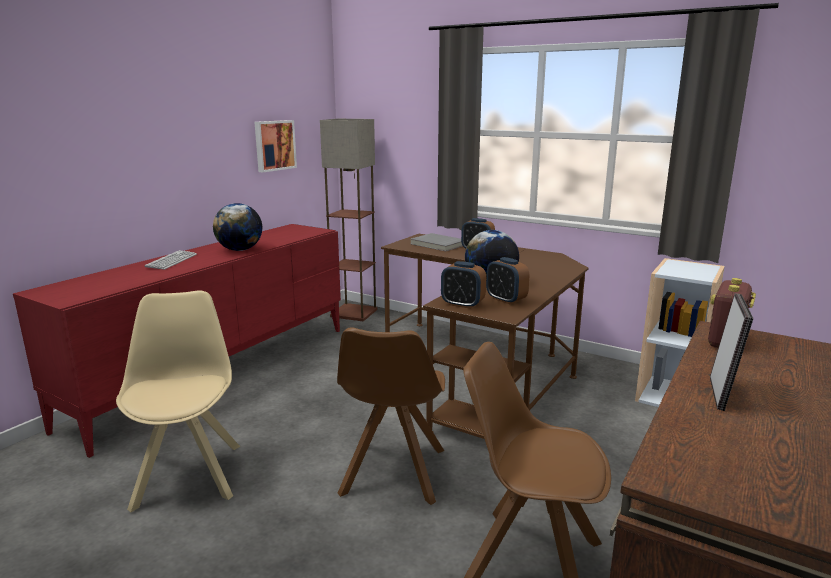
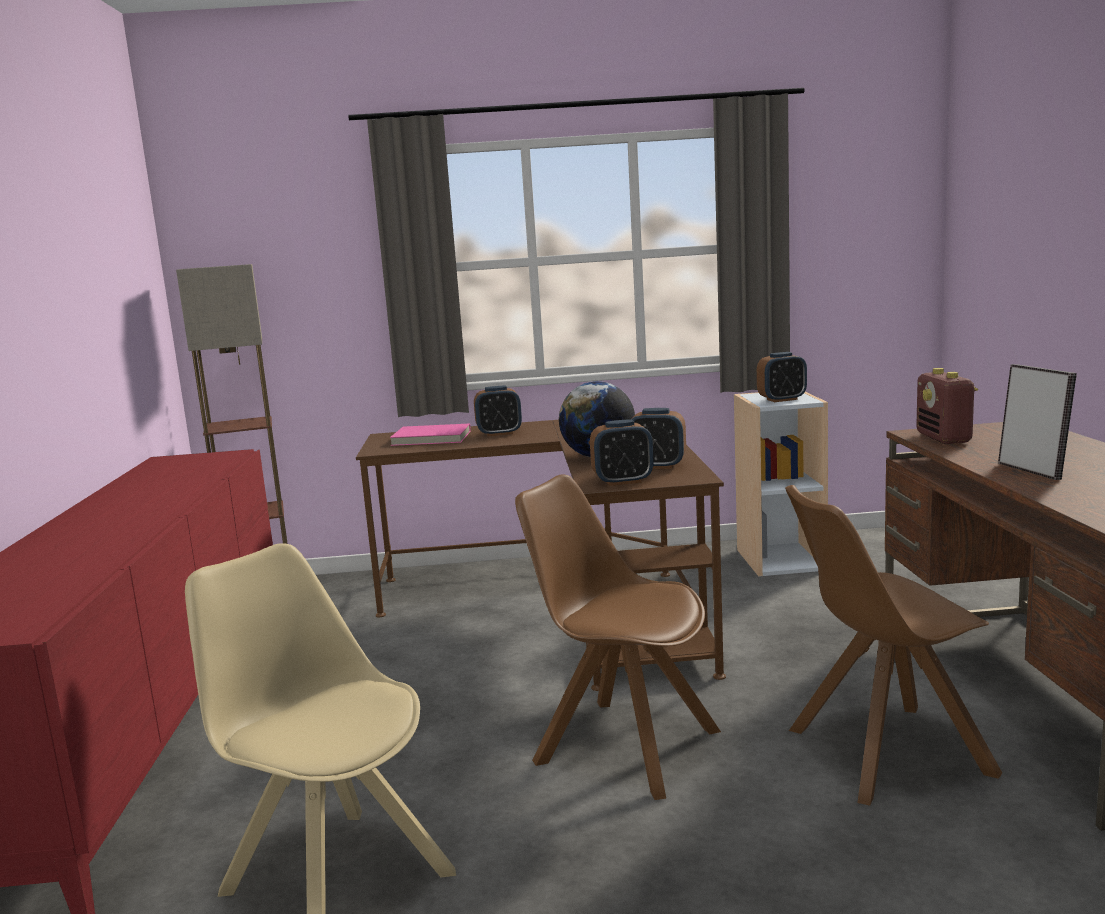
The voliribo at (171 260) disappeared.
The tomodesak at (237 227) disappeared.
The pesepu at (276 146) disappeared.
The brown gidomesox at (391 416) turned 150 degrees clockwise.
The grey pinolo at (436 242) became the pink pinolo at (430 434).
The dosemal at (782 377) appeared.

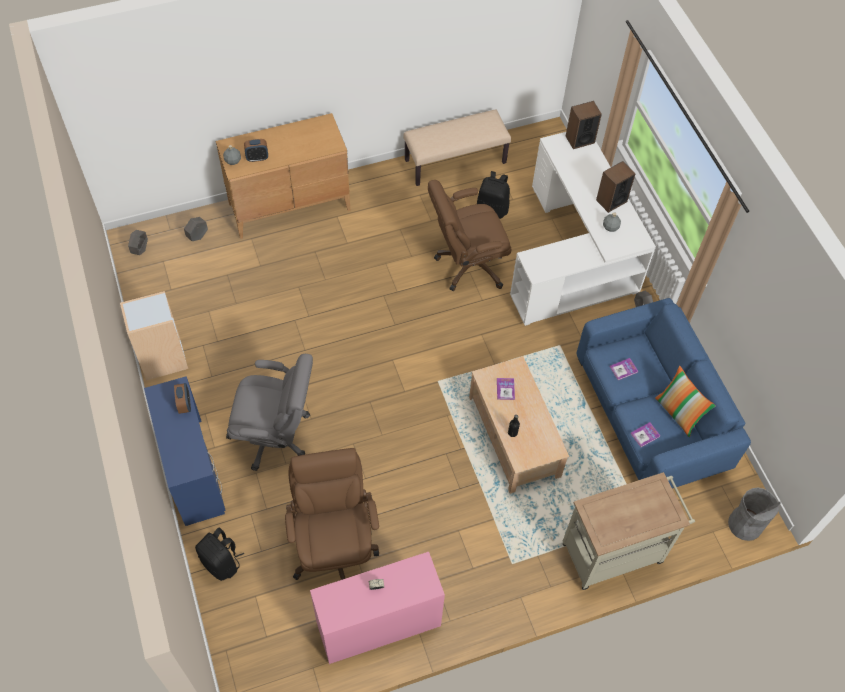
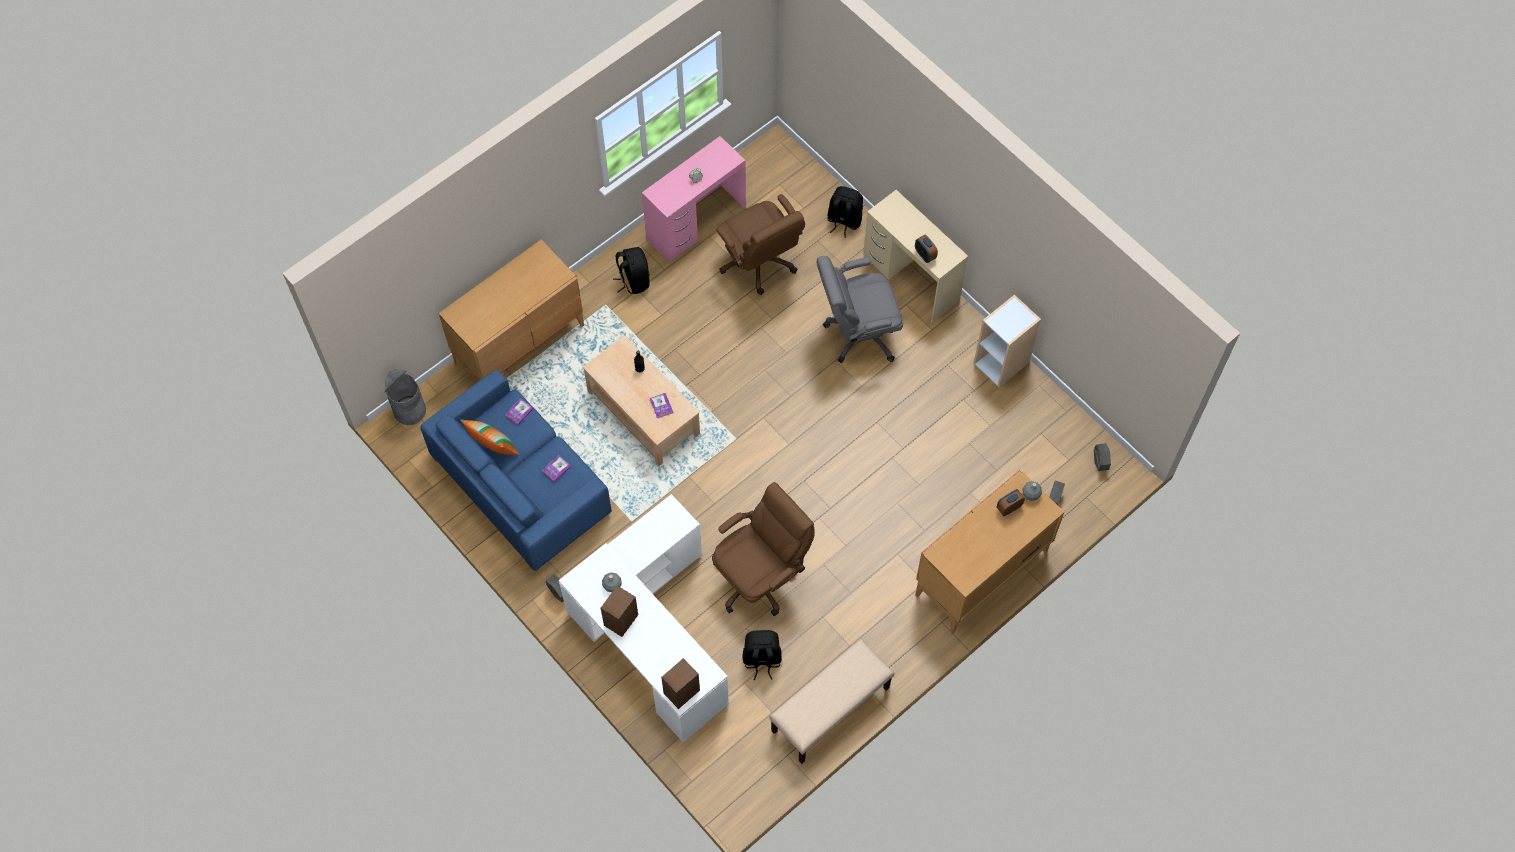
The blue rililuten at (185 451) became the beige rililuten at (915 256).
The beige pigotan at (629 531) was replaced by the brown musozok at (511 310).
The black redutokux at (631 270) appeared.

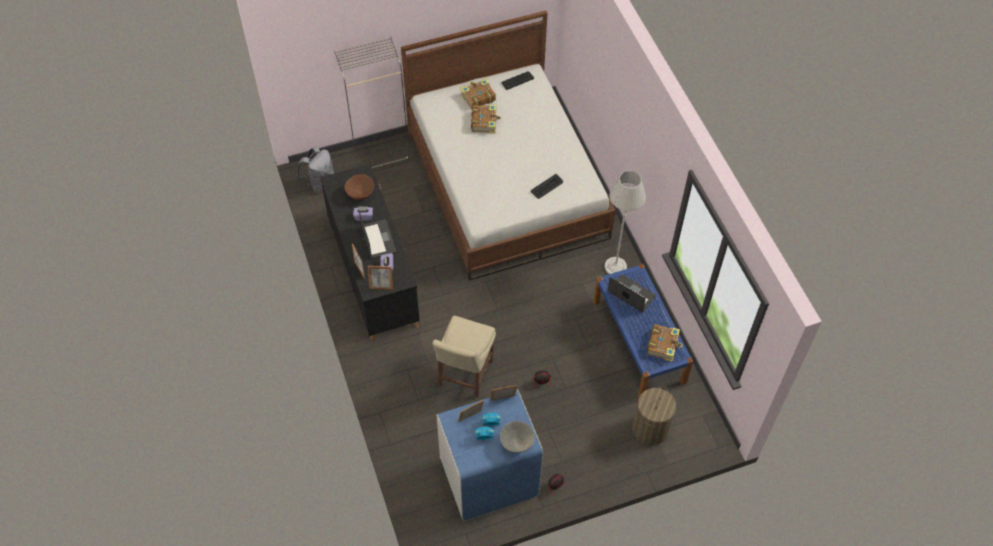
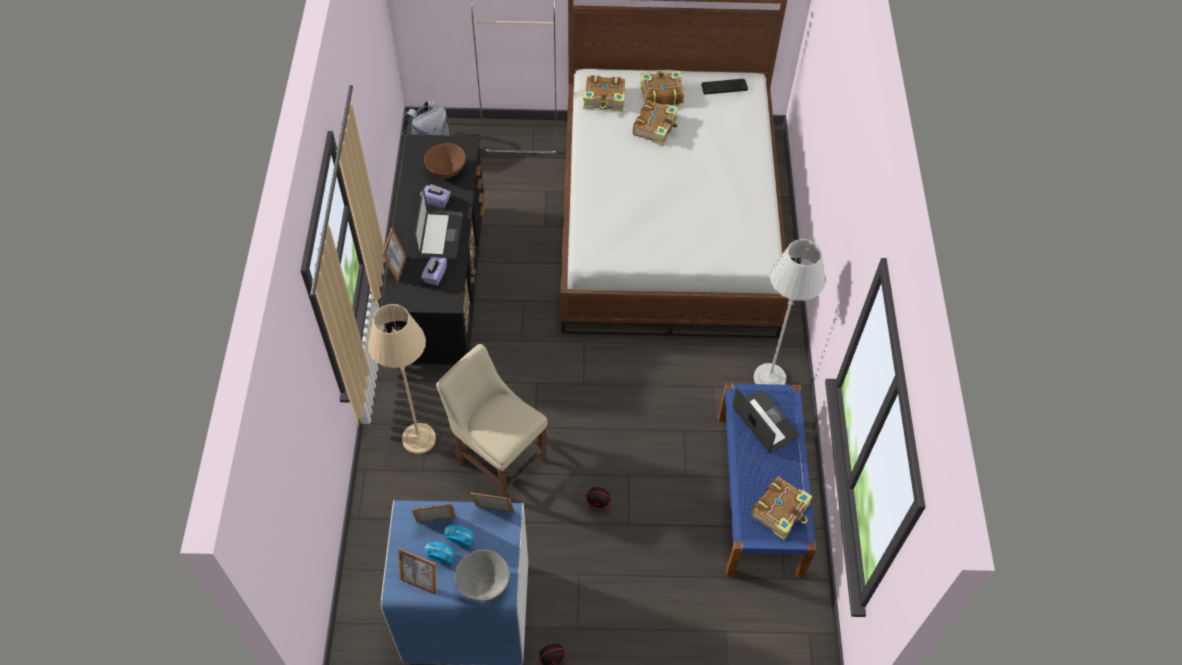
The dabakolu moved from (380 278) to (417 571).
The beige gidomesox at (464 357) turned 90 degrees clockwise.
The voliribo at (547 186) disappeared.
The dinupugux at (654 415) disappeared.
The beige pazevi at (401 379) appeared.
The pinolo at (604 93) appeared.

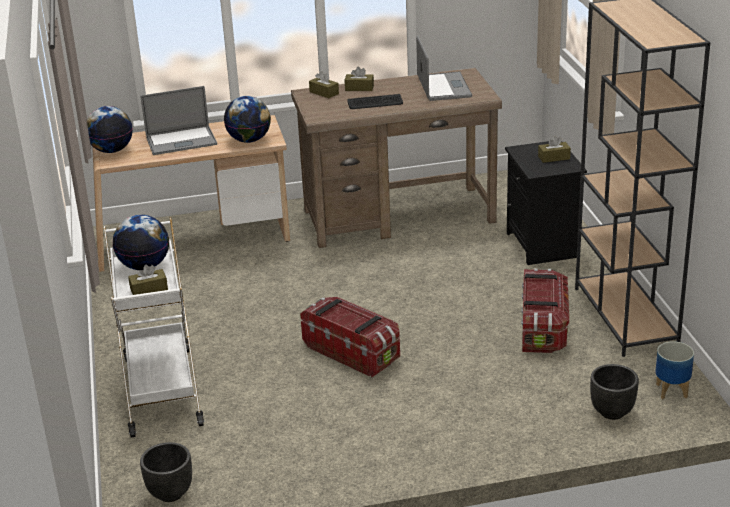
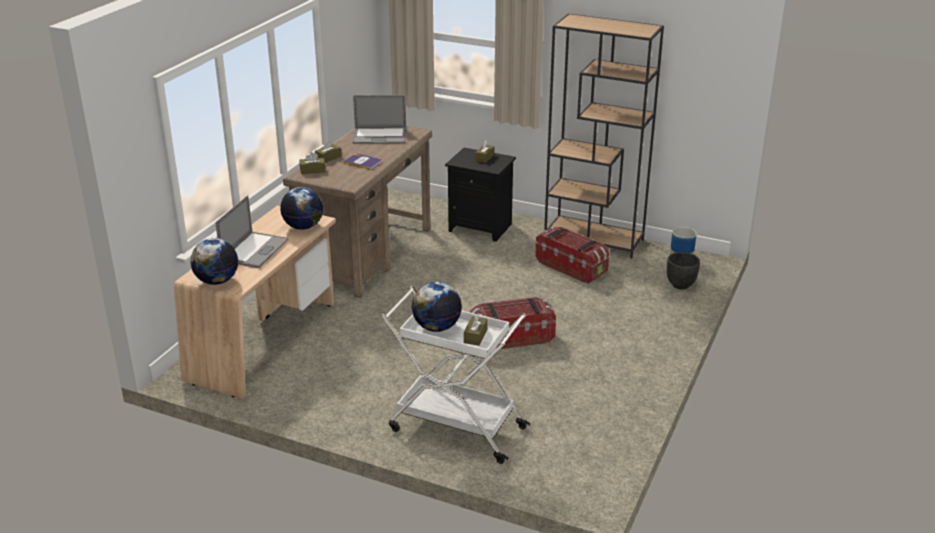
The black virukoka at (166 472) disappeared.
The voliribo at (375 101) was replaced by the pinolo at (362 162).
The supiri at (444 68) turned 150 degrees clockwise.

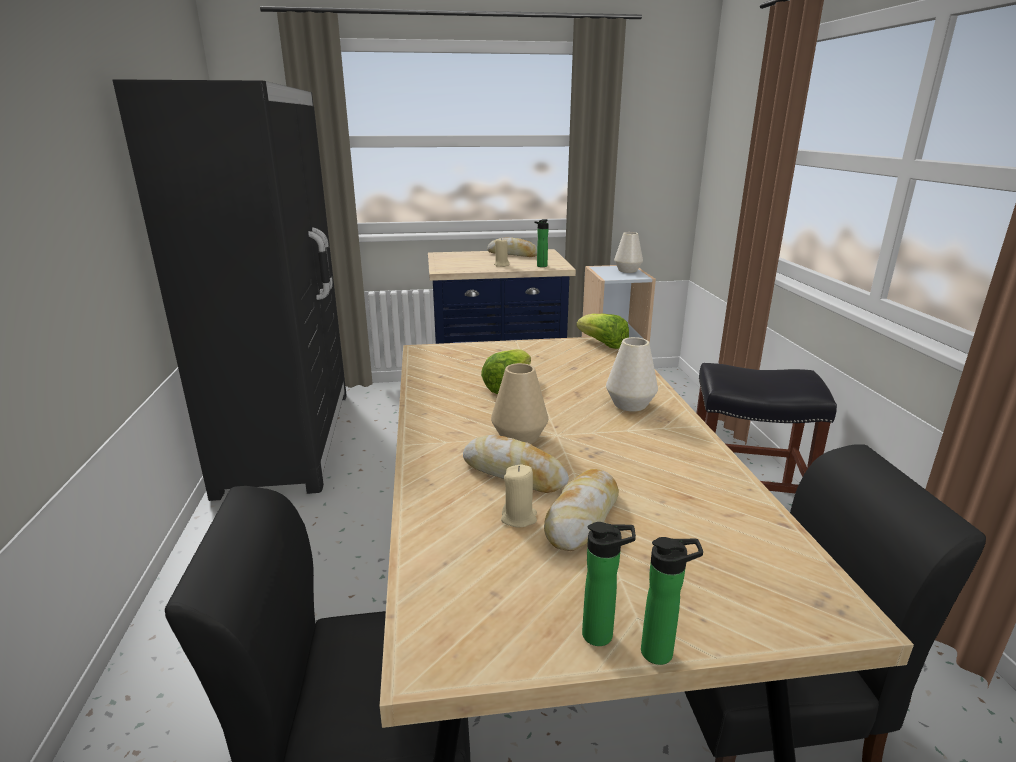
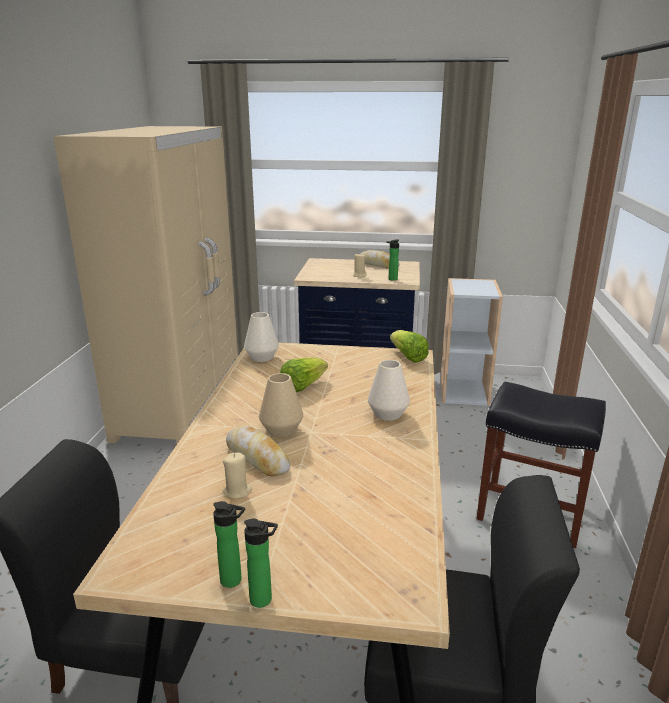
The black musozok at (229 290) became the beige musozok at (145 285).
The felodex at (581 510) disappeared.
The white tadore moved from (628 252) to (261 337).

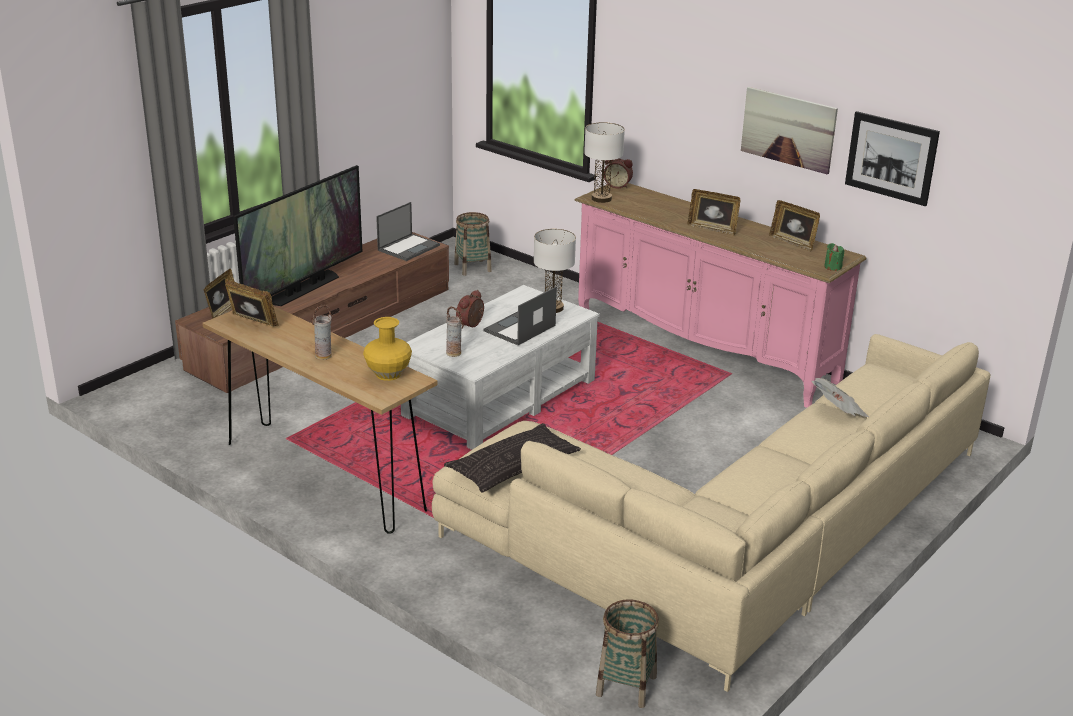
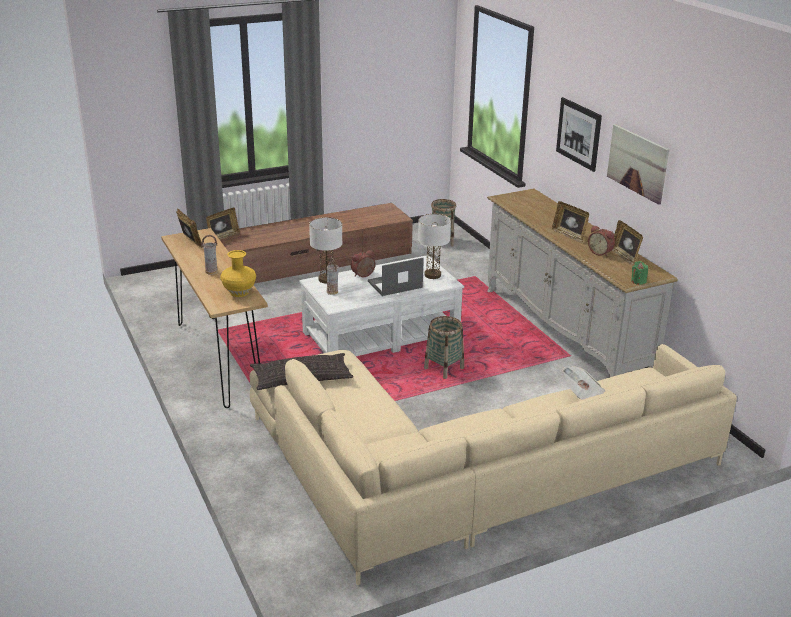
The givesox at (298 235) disappeared.
The supiri at (408 231) disappeared.
The pink musozok at (720 295) became the grey musozok at (582 283).
The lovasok moved from (604 162) to (325 250).
The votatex moved from (627 654) to (444 347).
The dosemal moved from (618 173) to (601 241).
The pesepu moved from (892 158) to (579 134).

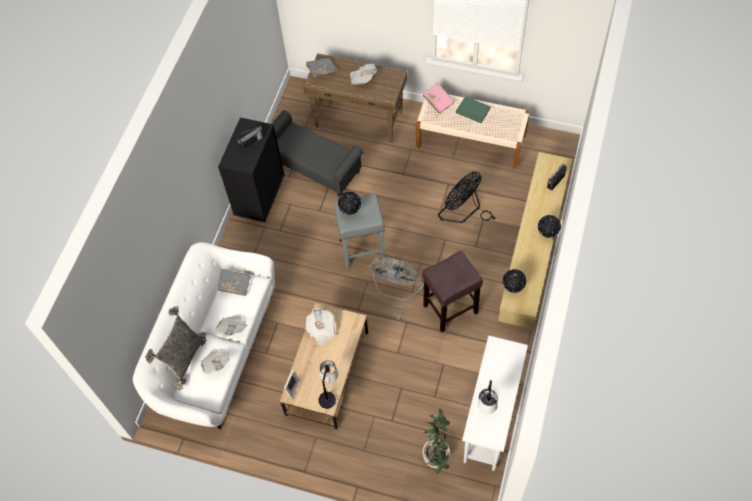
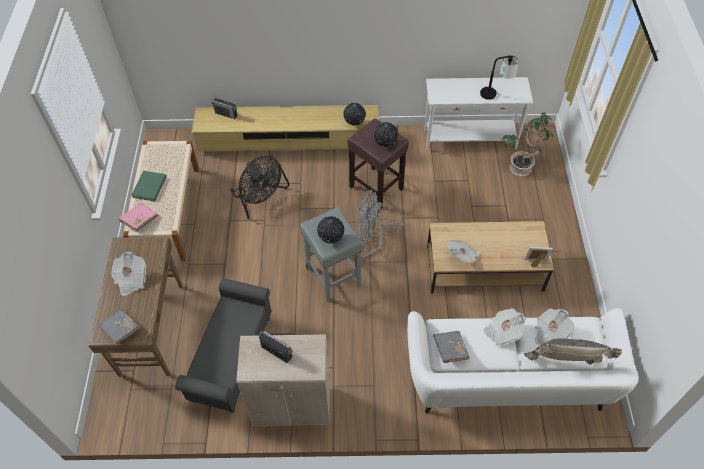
The black musozok at (251 169) became the beige musozok at (283 380).
The lovasok at (328 384) disappeared.
The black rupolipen at (467 197) turned 75 degrees counterclockwise.
The tomodesak moved from (549 226) to (386 134).

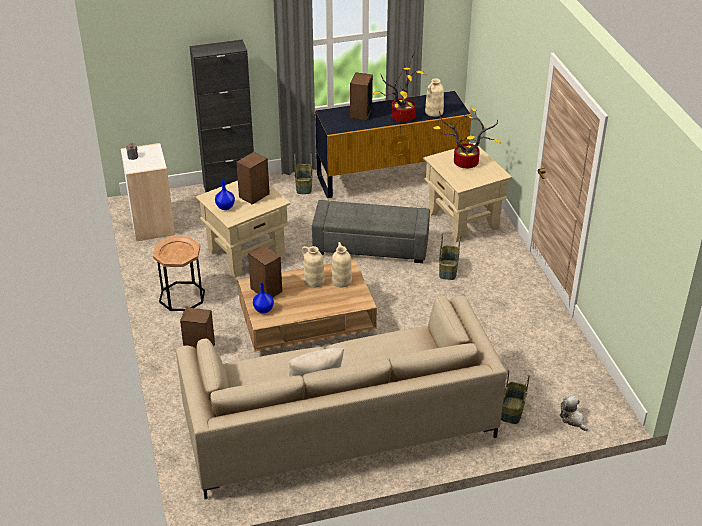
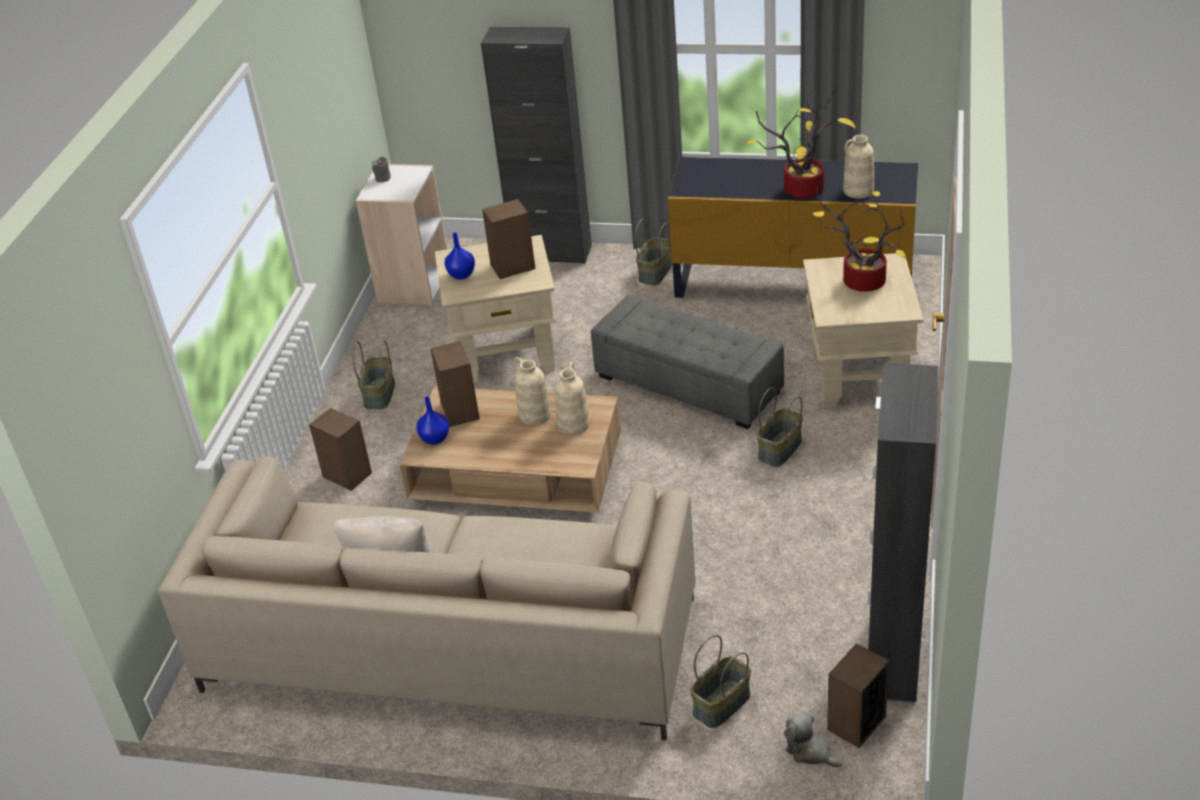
The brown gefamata at (179 273) was replaced by the votatex at (374 375).
The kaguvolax moved from (361 96) to (858 695).
The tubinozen at (574 413) turned 45 degrees counterclockwise.
The black musozok at (903 532) appeared.

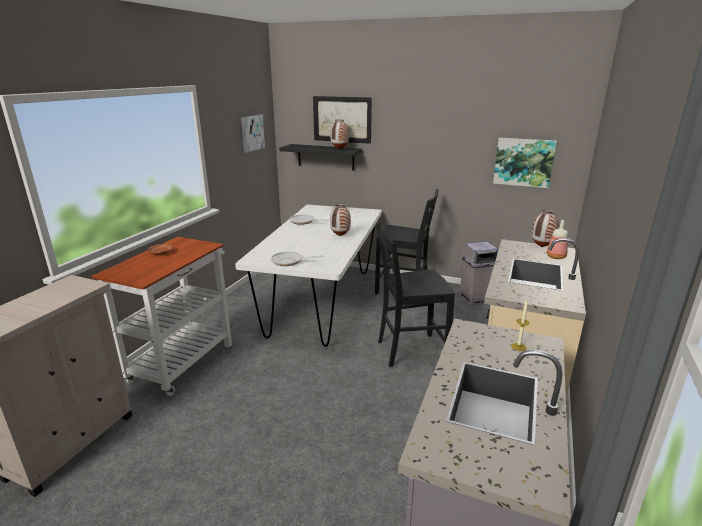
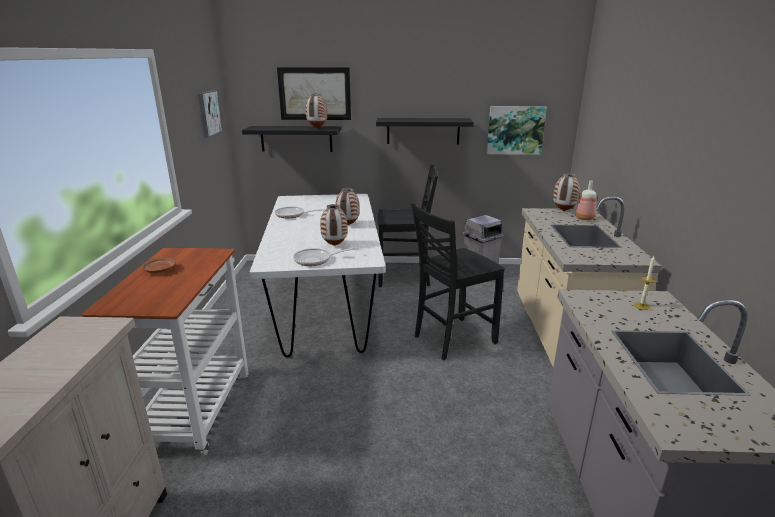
The tadore at (333 225) appeared.
The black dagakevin at (425 131) appeared.

